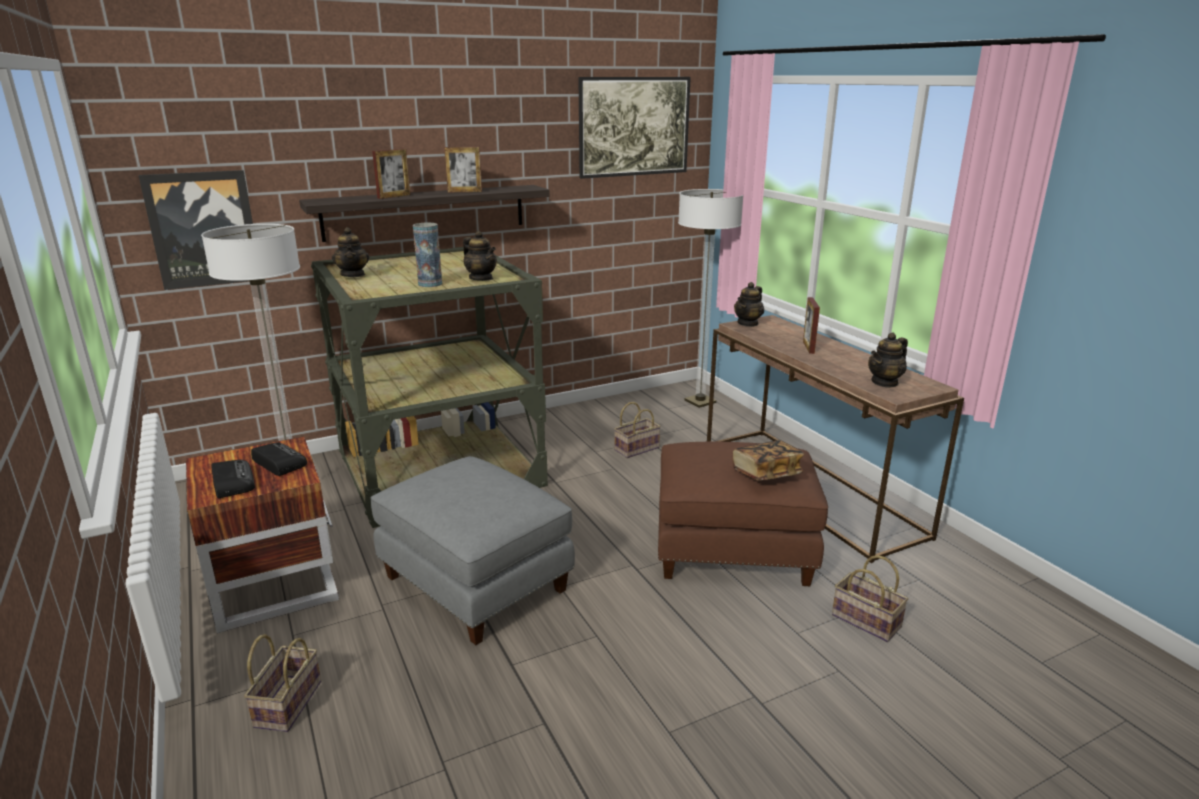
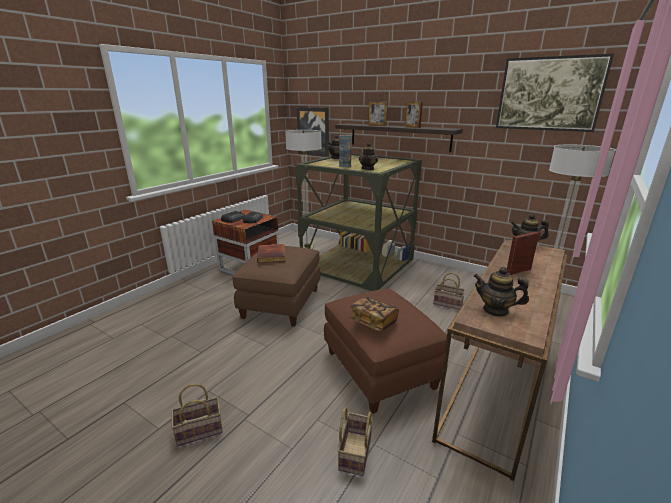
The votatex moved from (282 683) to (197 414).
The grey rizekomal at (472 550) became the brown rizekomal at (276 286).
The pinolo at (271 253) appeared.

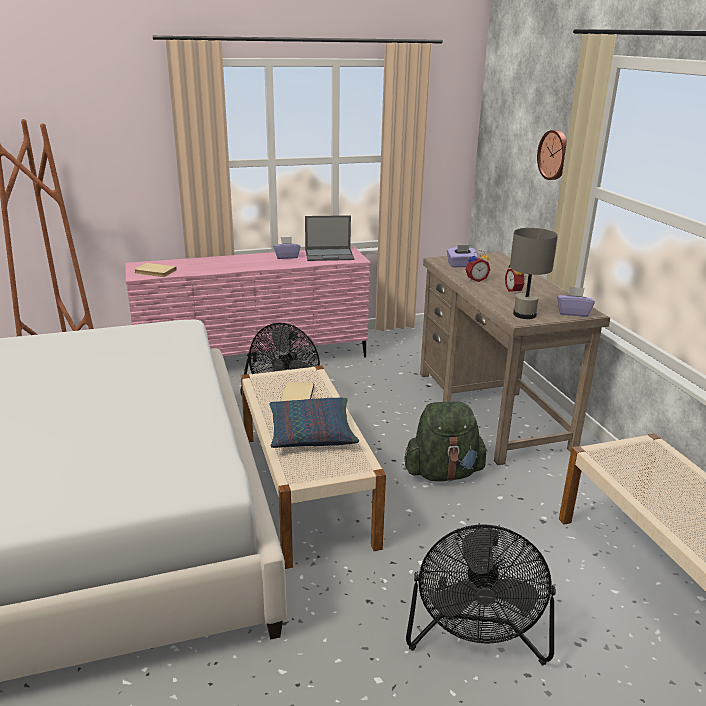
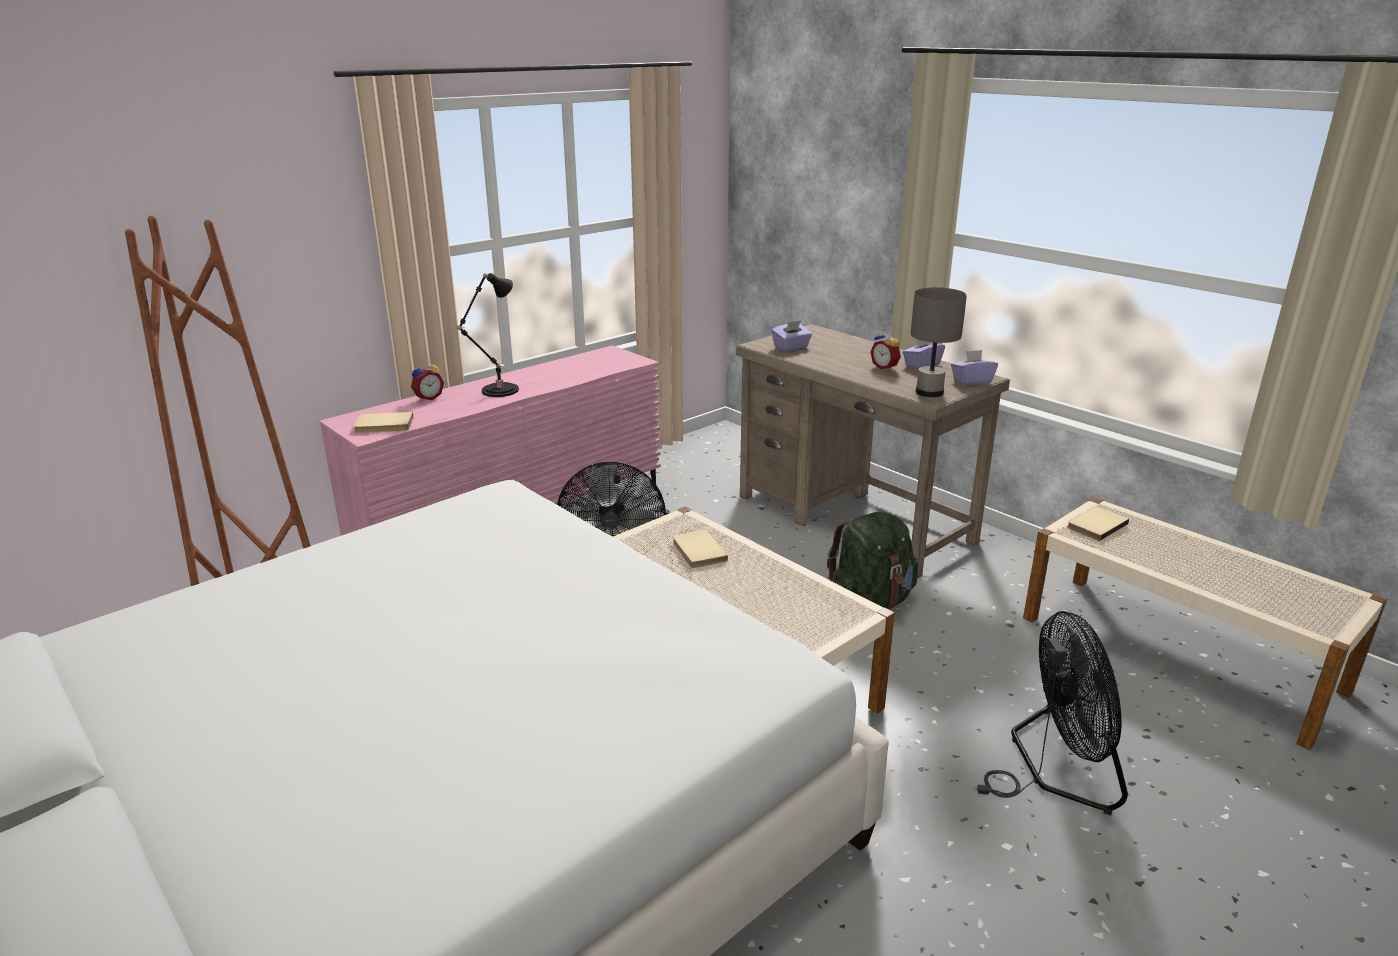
The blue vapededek at (314 422) disappeared.
The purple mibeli moved from (287 248) to (924 354).
The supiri at (329 238) disappeared.
The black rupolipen at (481 594) turned 75 degrees counterclockwise.
The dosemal moved from (477 266) to (427 380).
The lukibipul at (552 155) disappeared.
The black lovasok at (488 335) appeared.
The beige pinolo at (1098 524) appeared.

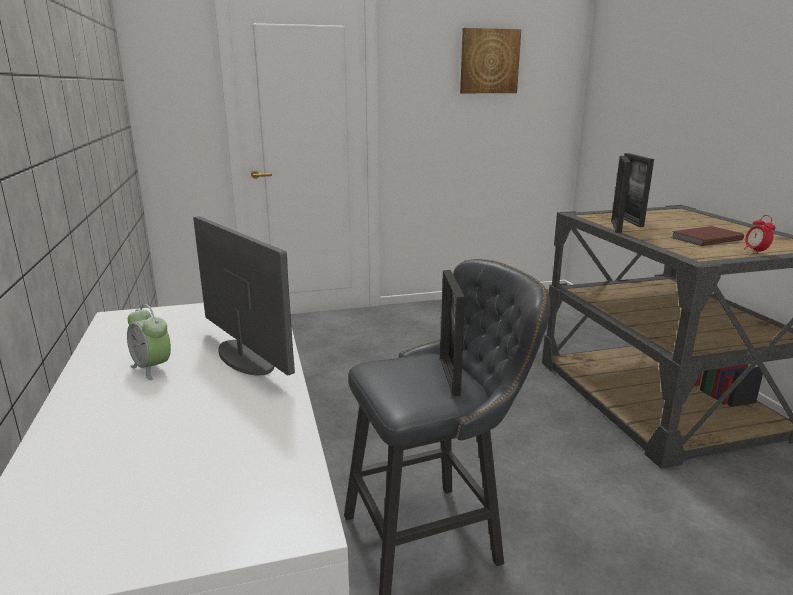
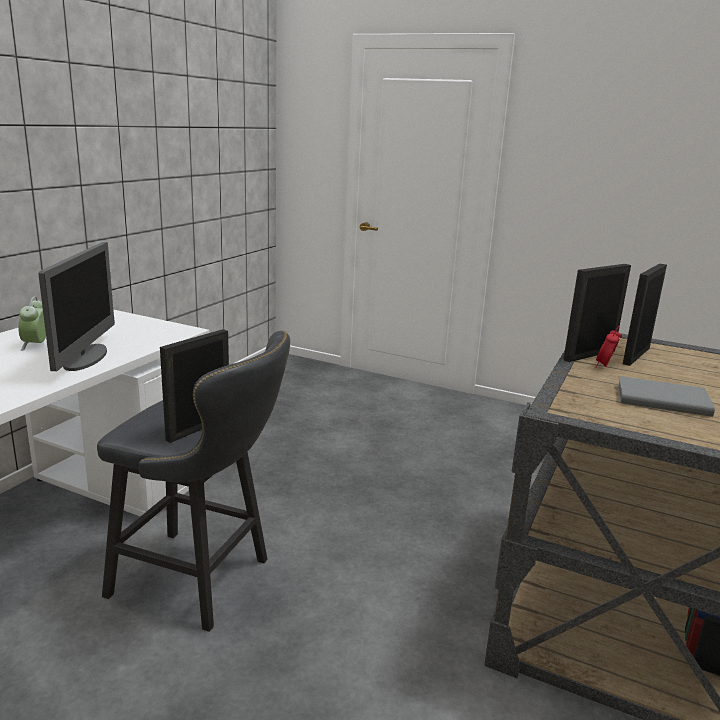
The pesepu at (490 60) disappeared.
The brown pinolo at (707 236) became the grey pinolo at (666 396).
The dosemal moved from (760 234) to (609 347).

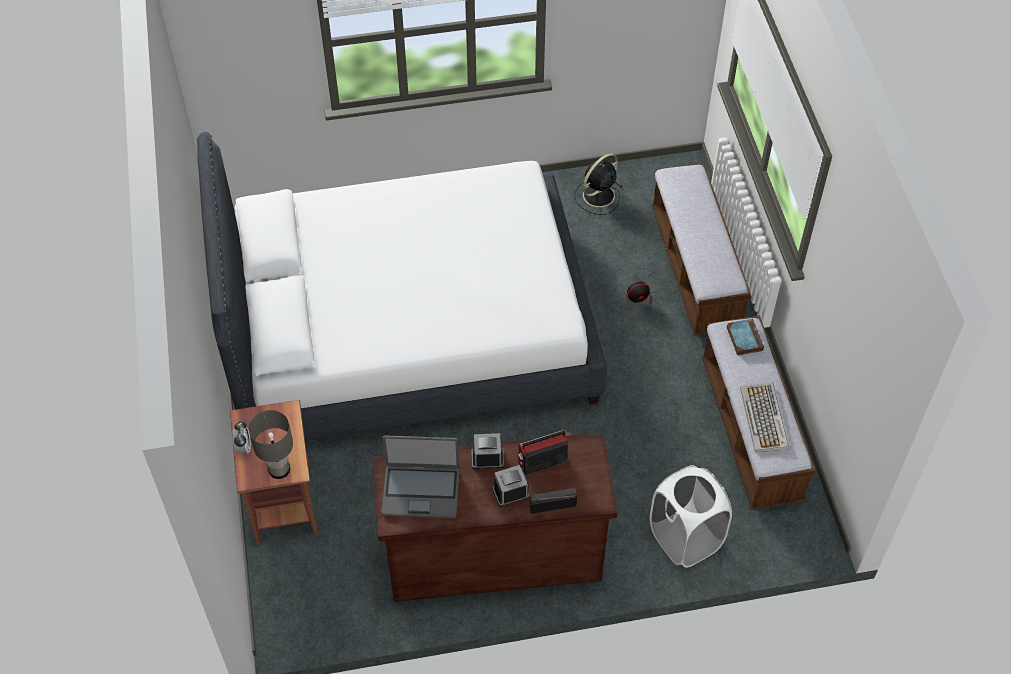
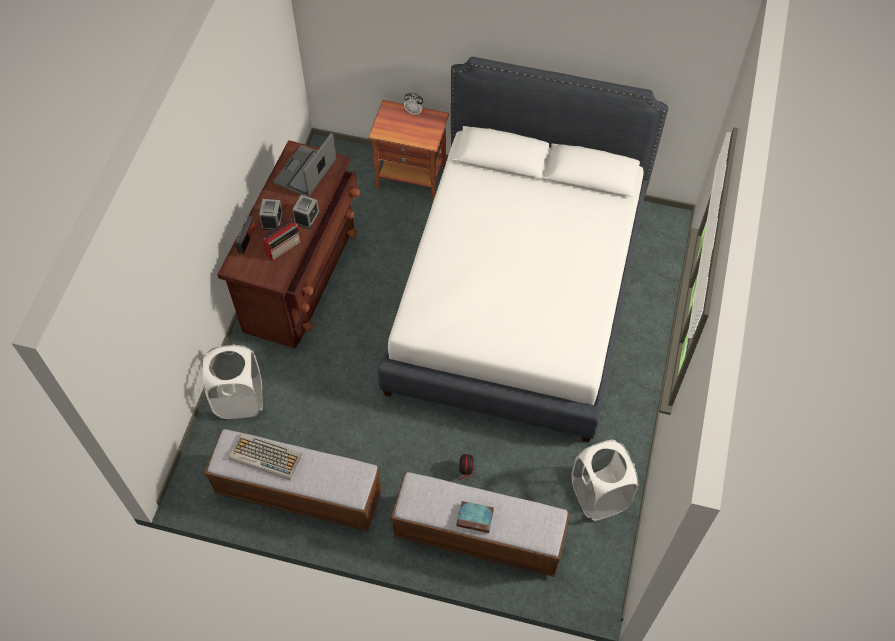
The grey lovasok at (271 444) disappeared.
The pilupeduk at (543 452) turned 45 degrees clockwise.
The black rupolipen at (598 184) was replaced by the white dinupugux at (605 480).
The pinolo moved from (745 337) to (475 517).

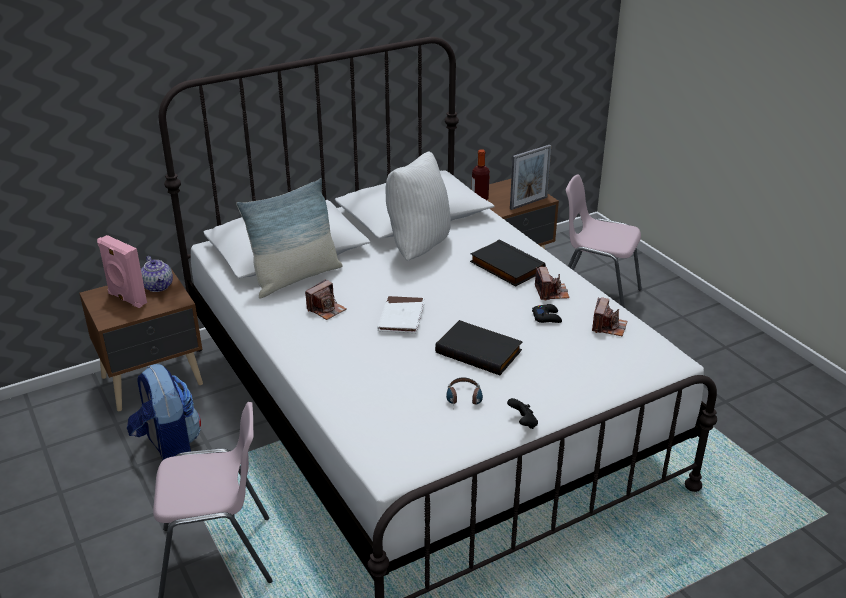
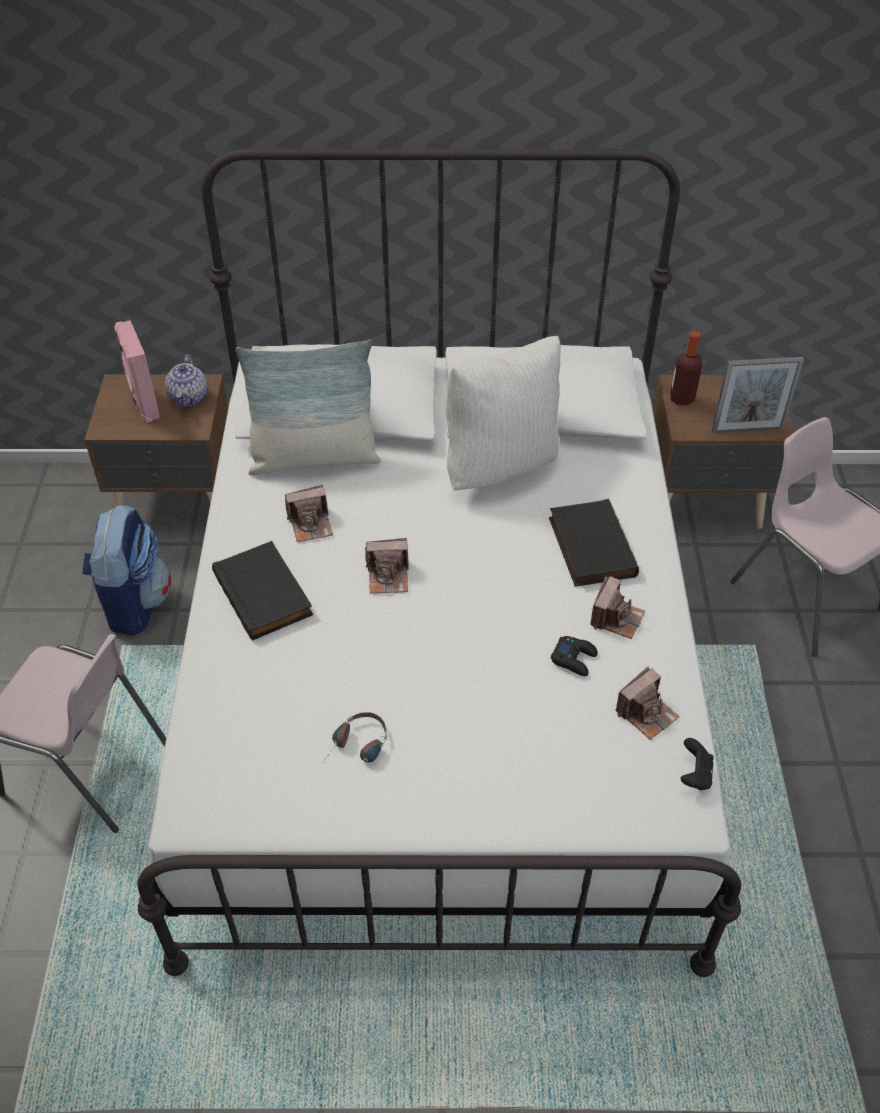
The white pinolo at (401 314) was replaced by the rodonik at (387 566).
The black pinolo moved from (479 347) to (262 590).
The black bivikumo moved from (522 413) to (697 764).

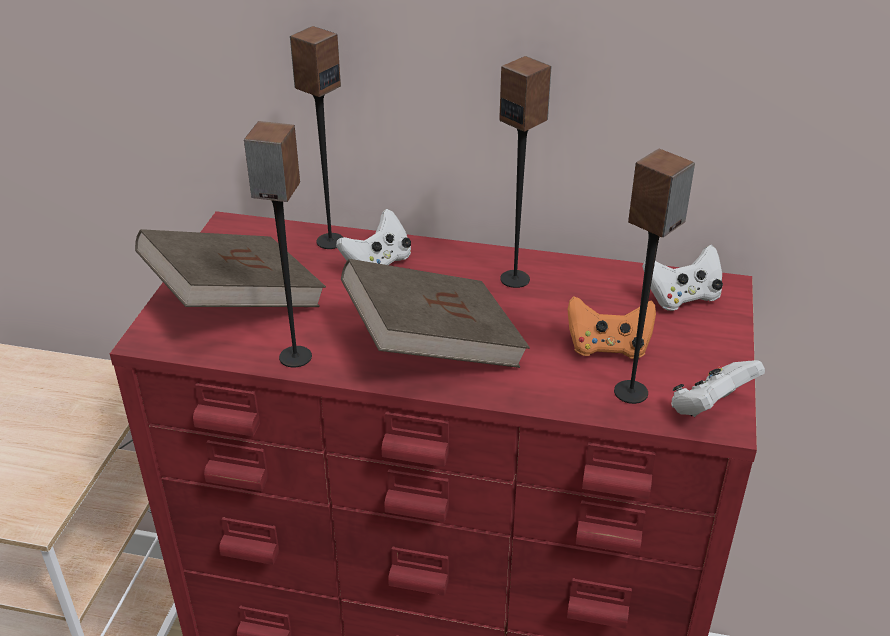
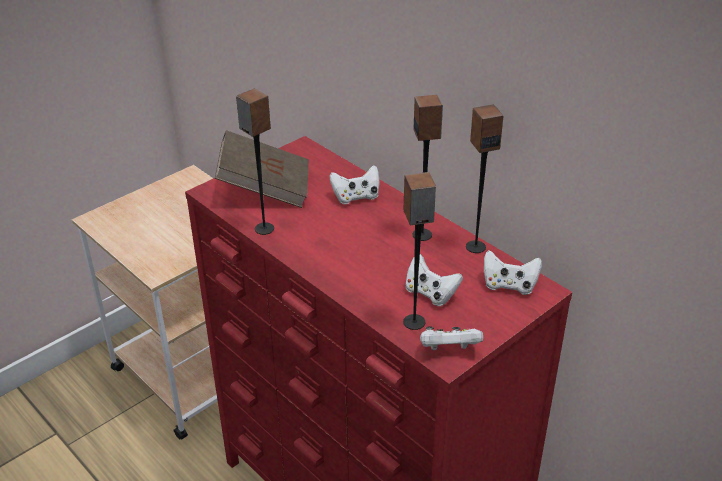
The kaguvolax moved from (316 137) to (484 178).
The brown pinolo at (435 313) disappeared.
The orange bivikumo at (612 327) became the white bivikumo at (434 280).

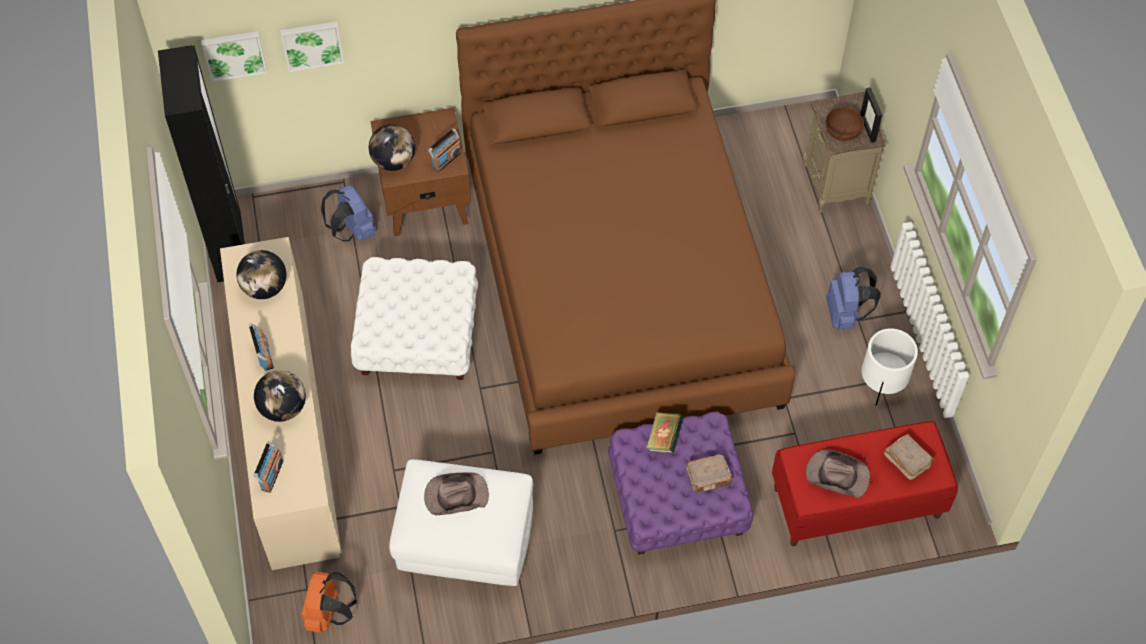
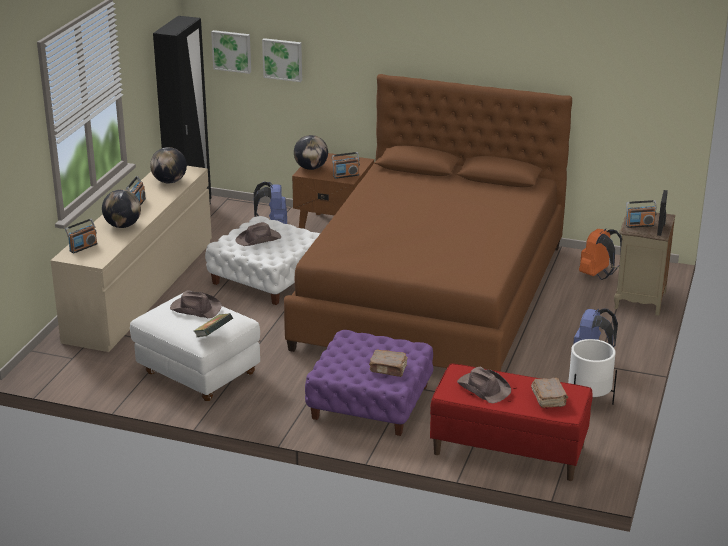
The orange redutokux moved from (329 602) to (600 254).
The pinolo moved from (665 433) to (213 325).
The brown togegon at (845 124) was replaced by the pilupeduk at (641 214).
The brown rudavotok at (258 234) appeared.

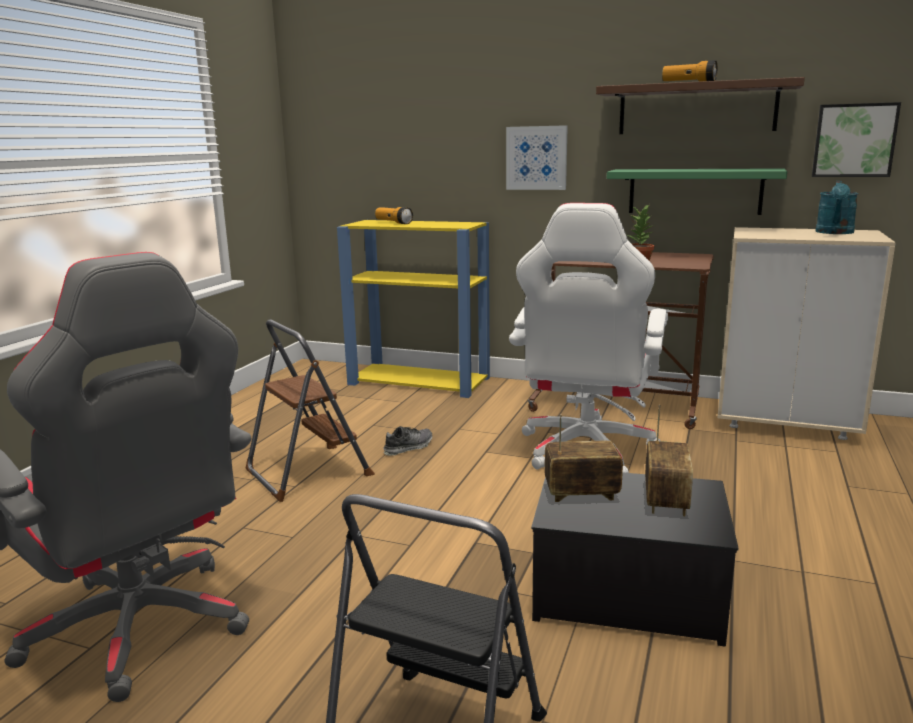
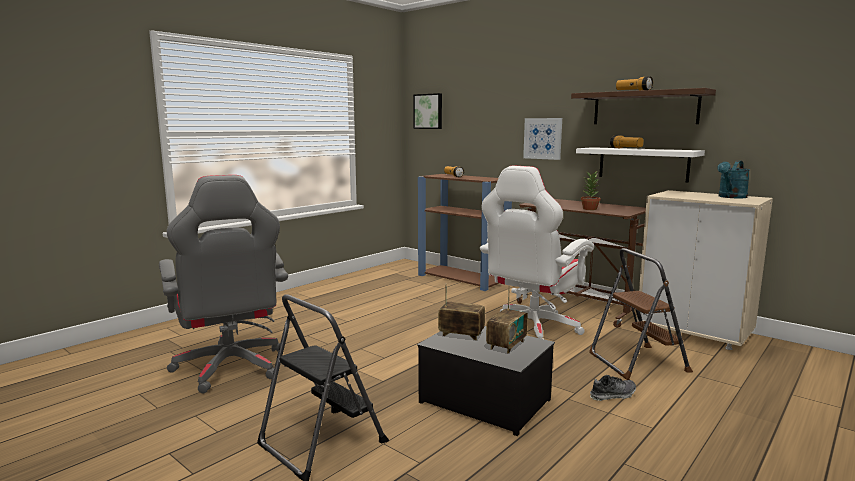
The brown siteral moved from (310 410) to (641 314).
The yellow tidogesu at (413 309) became the brown tidogesu at (465 232).
The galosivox moved from (407 441) to (613 388).
The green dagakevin at (697 191) became the white dagakevin at (640 165).
The pesepu moved from (856 139) to (427 111).
The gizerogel at (627 141) appeared.

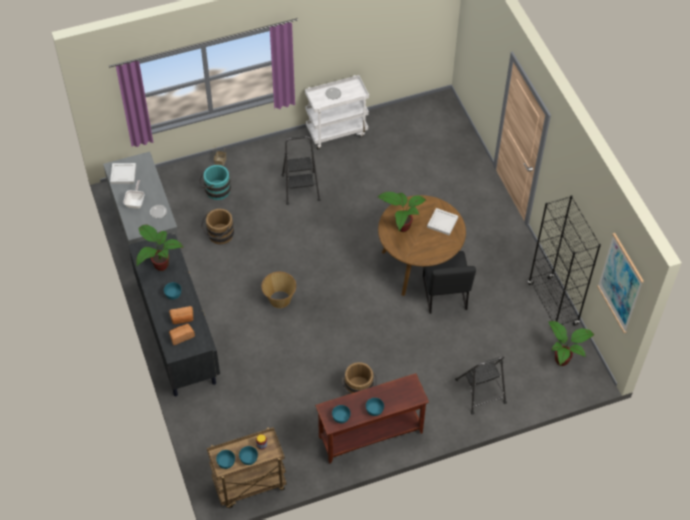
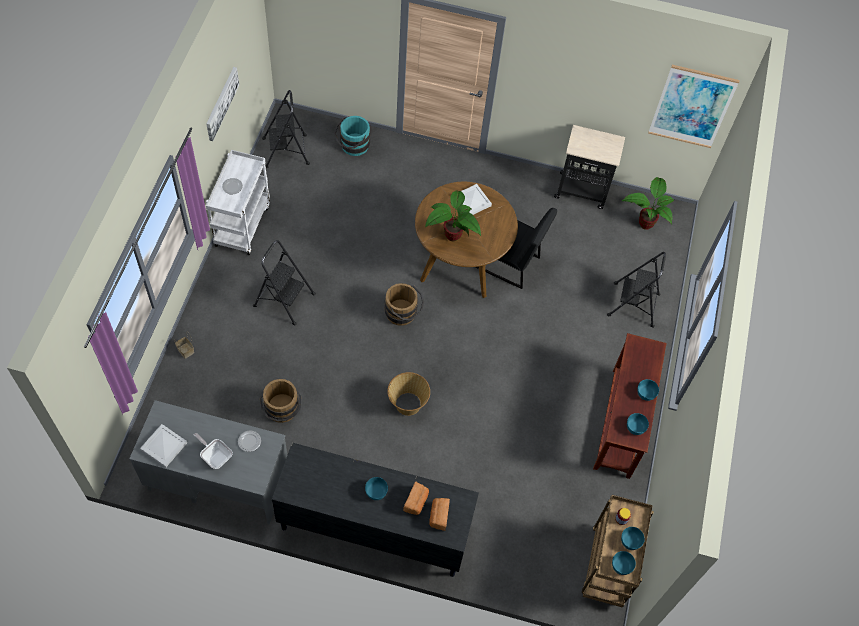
The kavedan at (160 248) disappeared.
The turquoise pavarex moved from (215 182) to (352 136).
The brown pavarex moved from (359 378) to (404 304).
The black tidogesu at (564 260) was replaced by the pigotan at (589 167).
The pesepu at (222 104) appeared.
The black siteral at (286 129) appeared.

